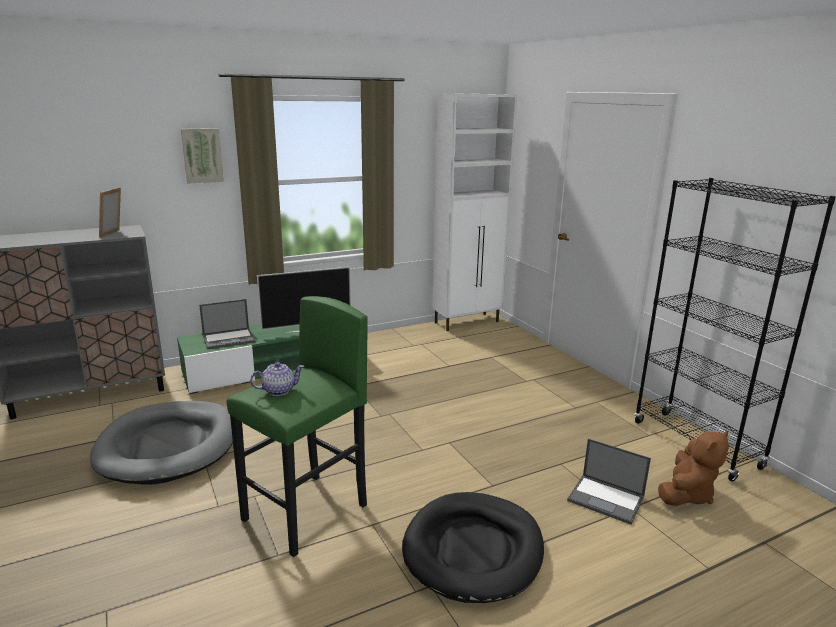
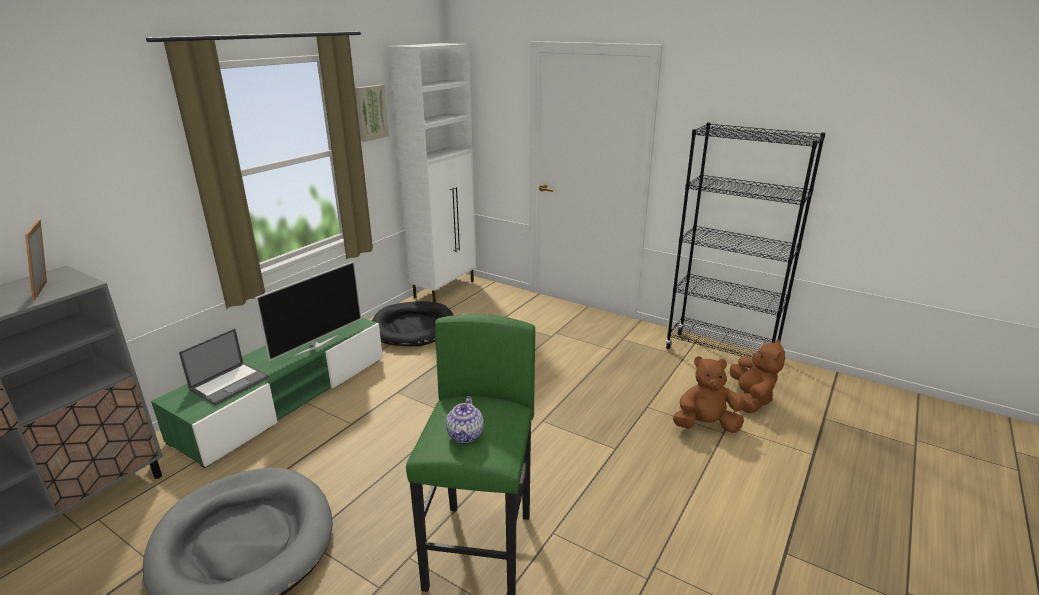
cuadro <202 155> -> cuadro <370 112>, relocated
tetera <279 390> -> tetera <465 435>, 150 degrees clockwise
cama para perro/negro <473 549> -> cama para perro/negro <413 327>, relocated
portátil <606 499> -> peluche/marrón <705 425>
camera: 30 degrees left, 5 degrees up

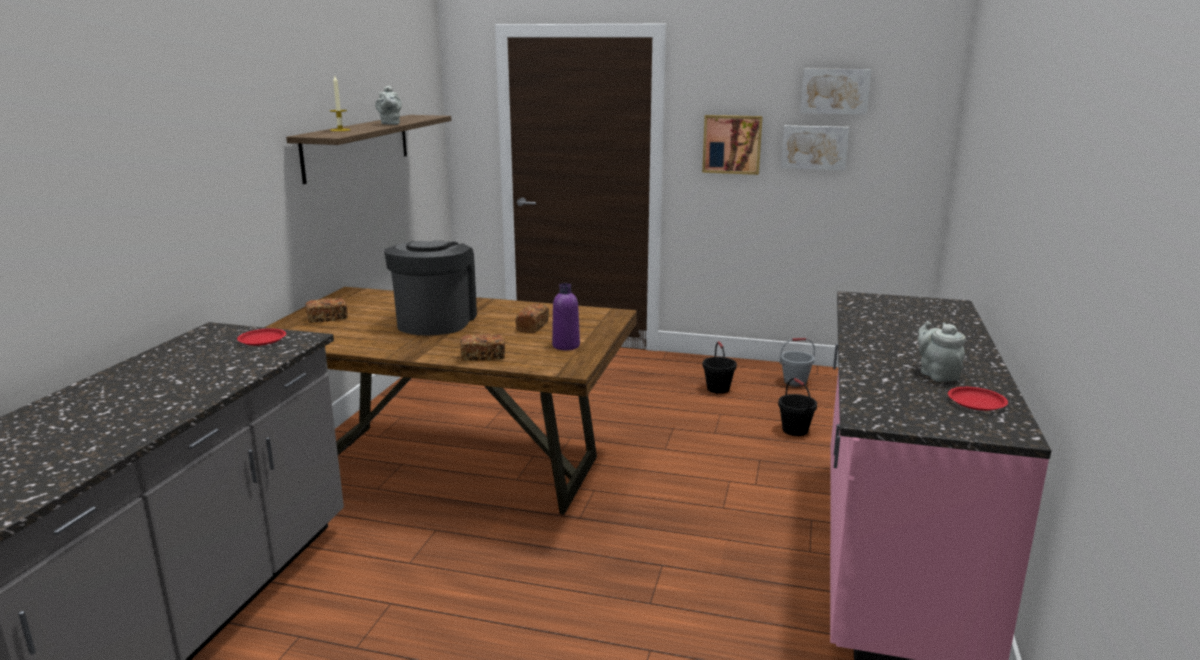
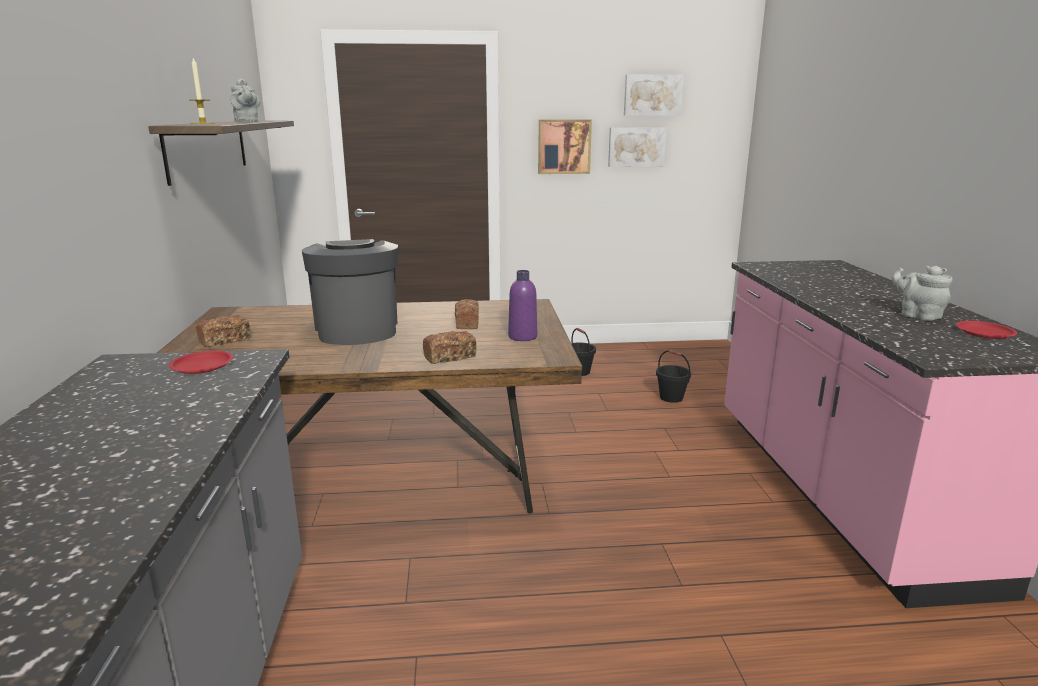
cubo/gris <795 382> -> none
camera: 20 degrees left, 0 degrees up

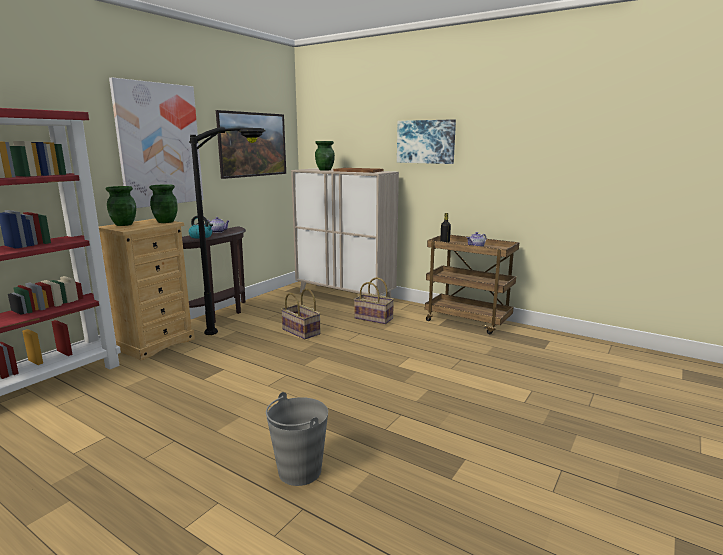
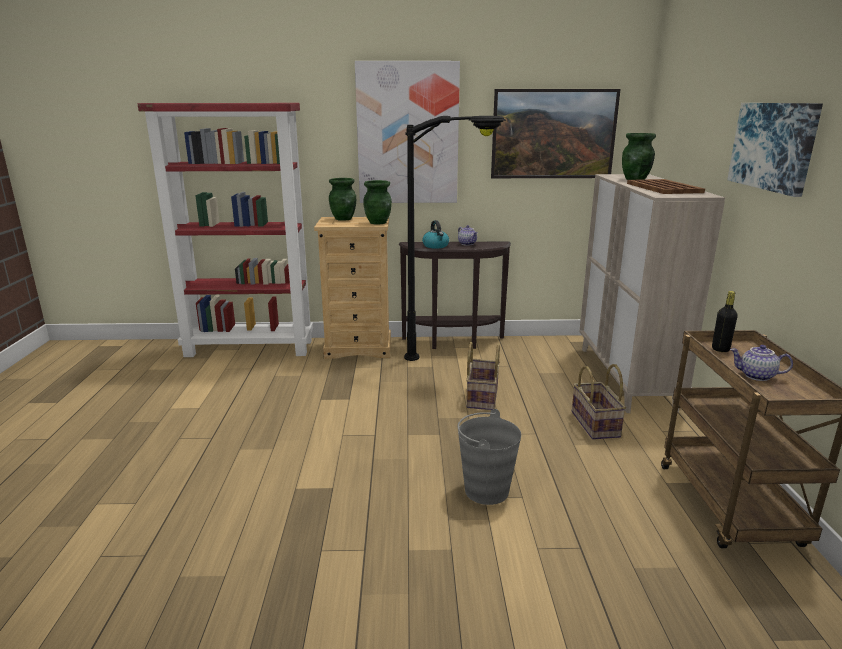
cubo/gris <299 471> -> cubo/gris <486 490>, relocated
camera: 55 degrees right, 5 degrees up

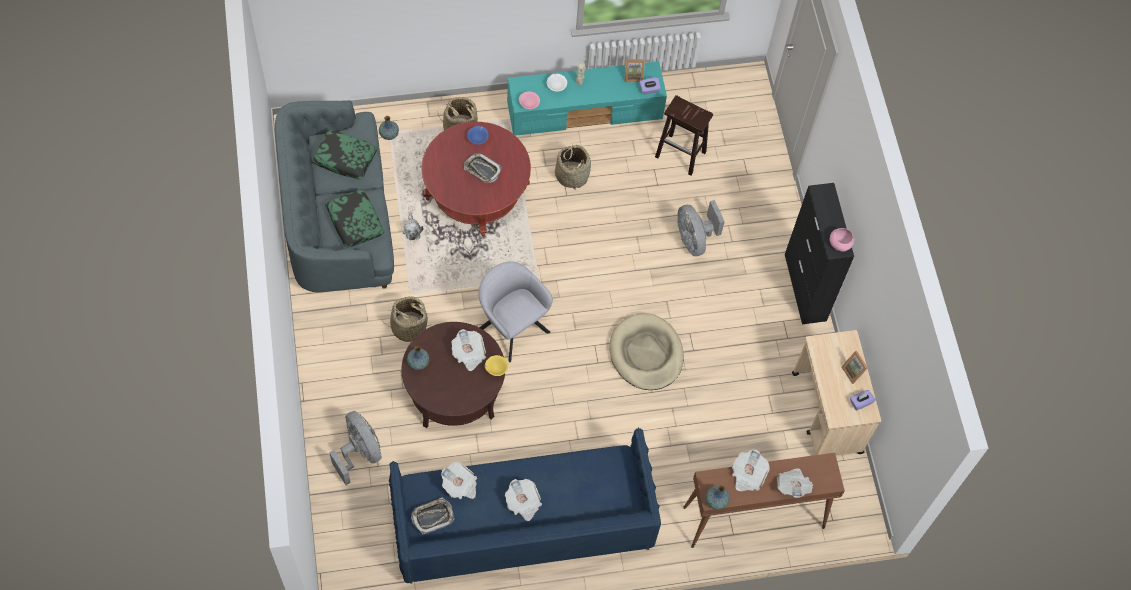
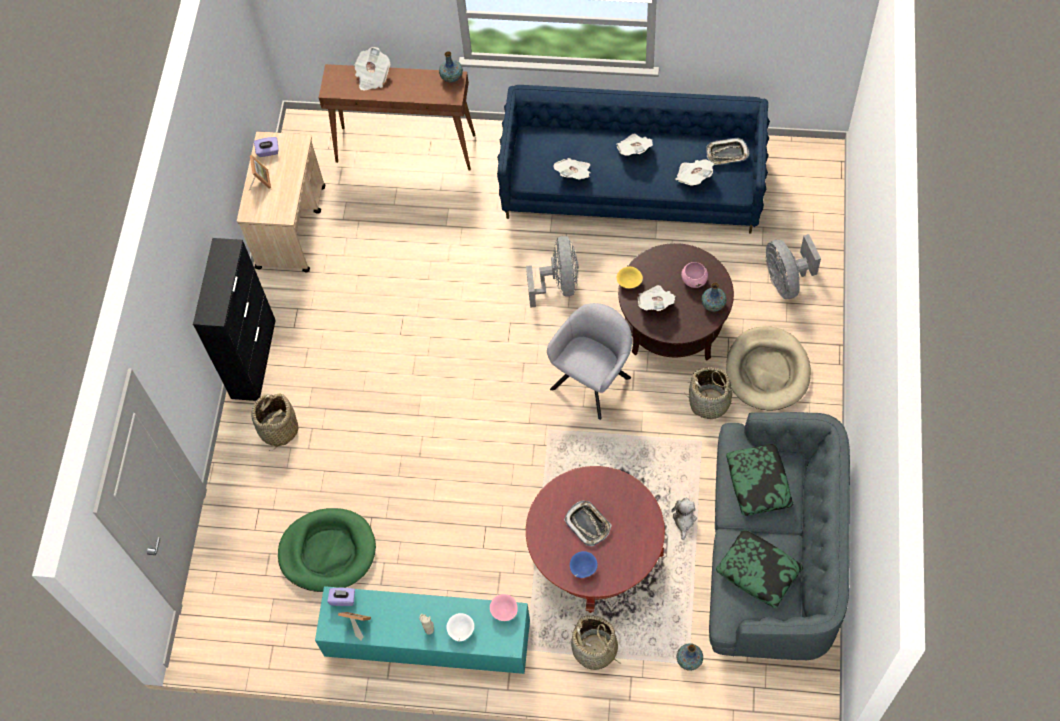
sillón/gris <512 327> -> sillón/gris <593 380>, 120 degrees counterclockwise
cesta <572 175> -> cesta <278 429>, relocated
cama para perro/beis <646 354> -> cama para perro/beis <767 370>, relocated
taburete/marrón <681 154> -> cama para perro/verde <328 551>
ventilador/gris <694 239> -> ventilador/gris <558 284>, relocated
periódico <747 475> -> periódico <574 174>, relocated
cuenco/rosa <839 244> -> cuenco/rosa <694 280>, relocated
camera: 155 degrees left, 0 degrees up

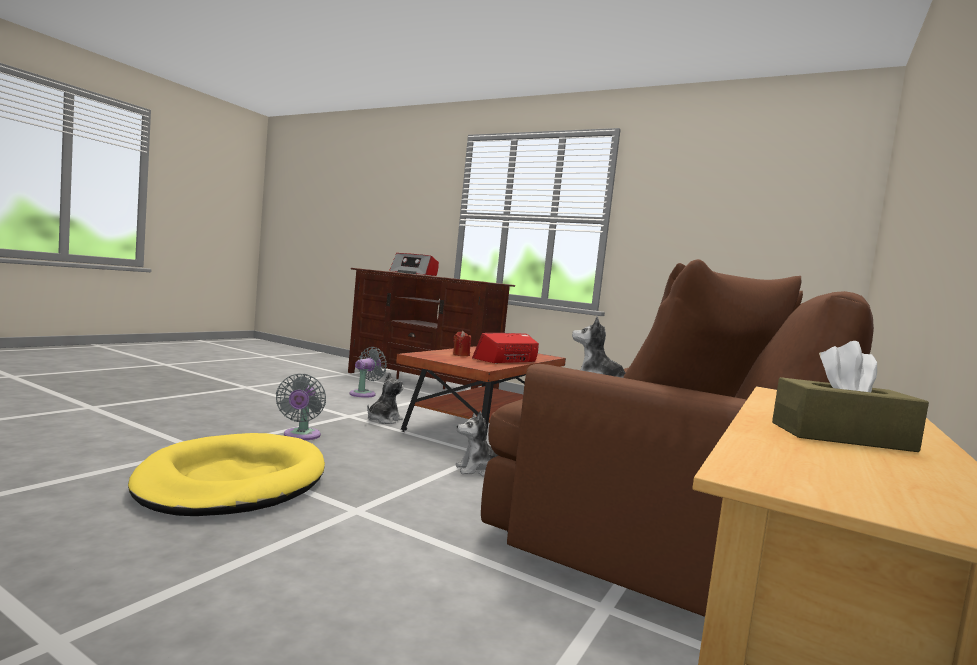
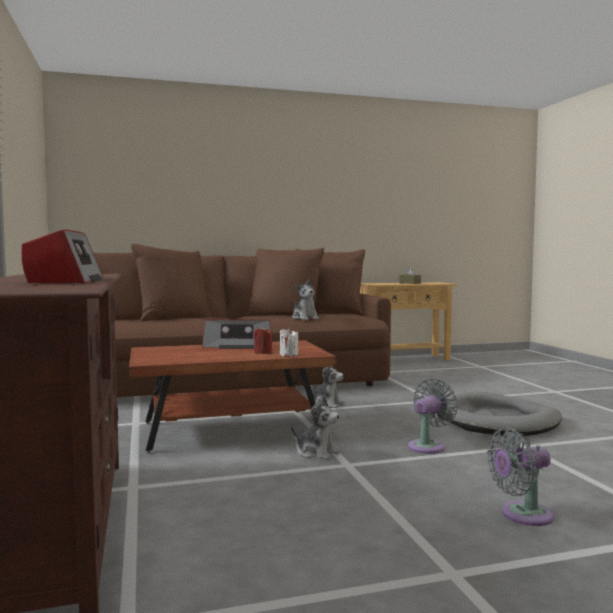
cama para perro/amarillo <233 482> -> cama para perro/gris <498 421>
ventilador/gris <364 394> -> ventilador/gris <522 515>, relocated
peluche <383 420> -> peluche <316 453>, 135 degrees counterclockwise
none -> vela/blanco <288 355>
camera: 135 degrees left, 0 degrees up

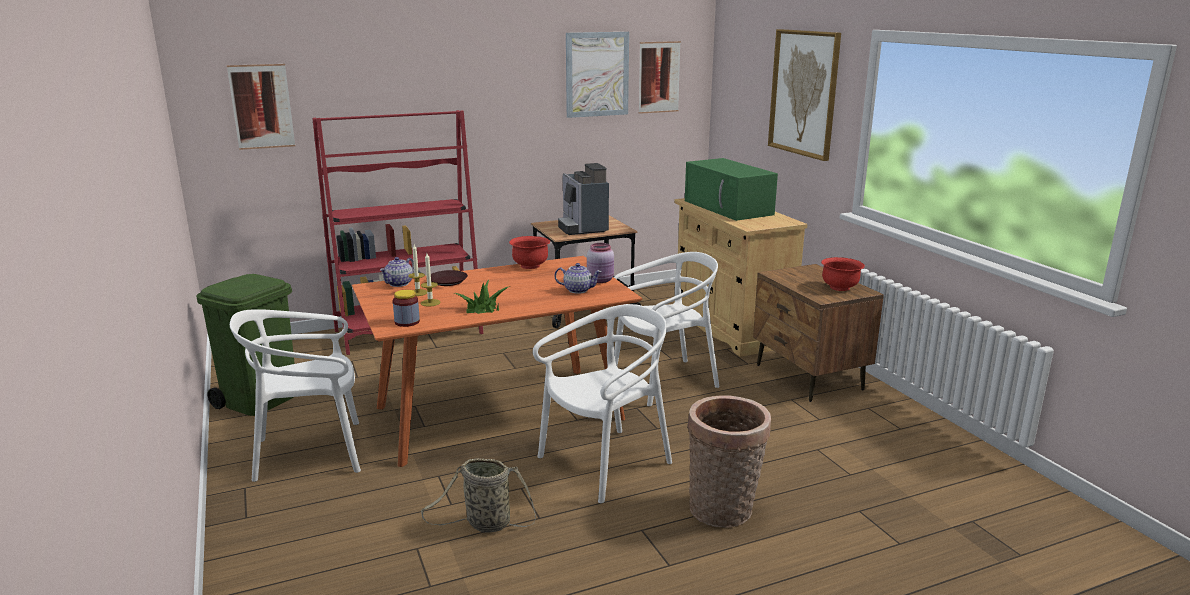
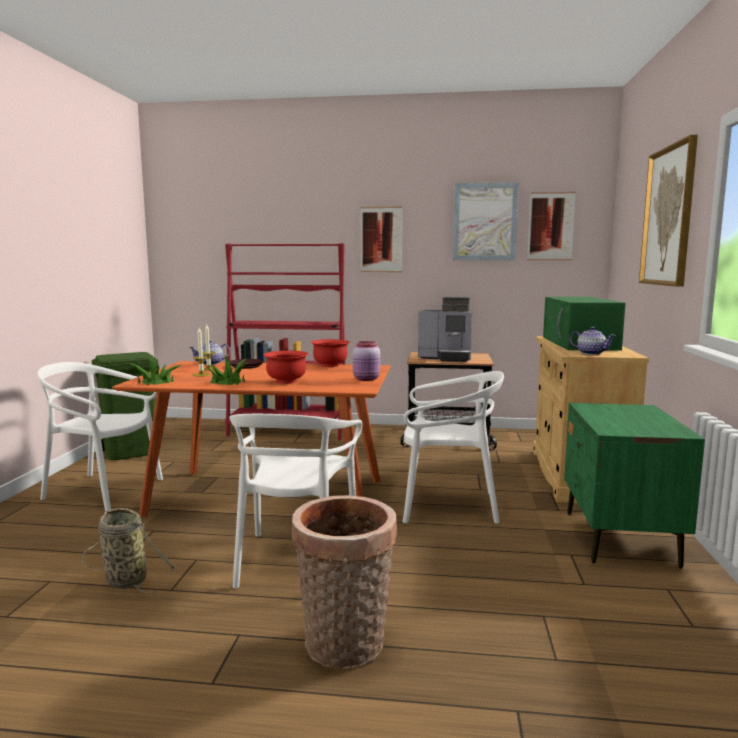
cuadro <262 106> -> cuadro <381 239>, relocated
tarro <407 322> -> planta en maceta <156 381>
silla/blanco <606 463> -> silla/blanco <295 561>, 105 degrees clockwise
tetera <577 290> -> tetera <590 353>, relocated
cafetera <582 228> -> cafetera <447 358>, 90 degrees counterclockwise
mesita de noche/marrón <808 377> -> mesita de noche/verde <618 538>
cuenco/rojo <840 288> -> cuenco/rojo <286 381>, relocated
camera: 30 degrees right, 10 degrees down

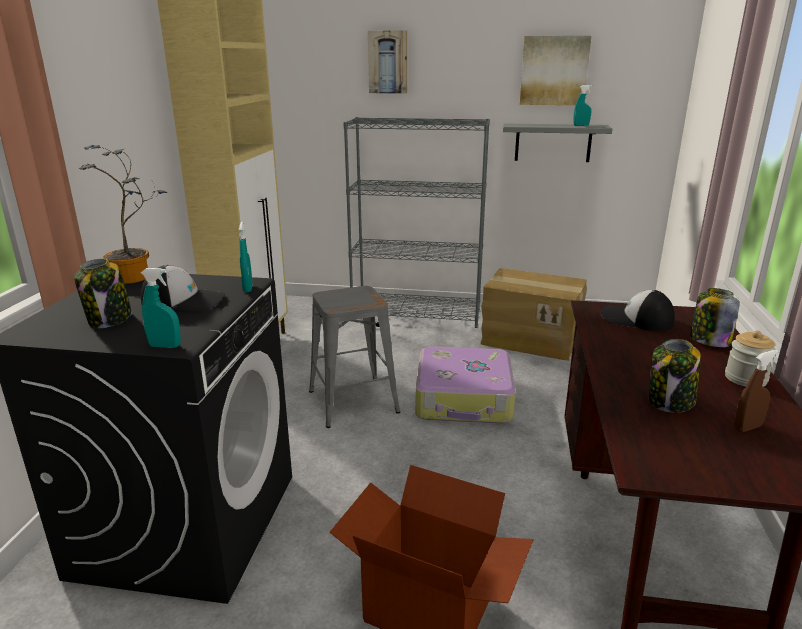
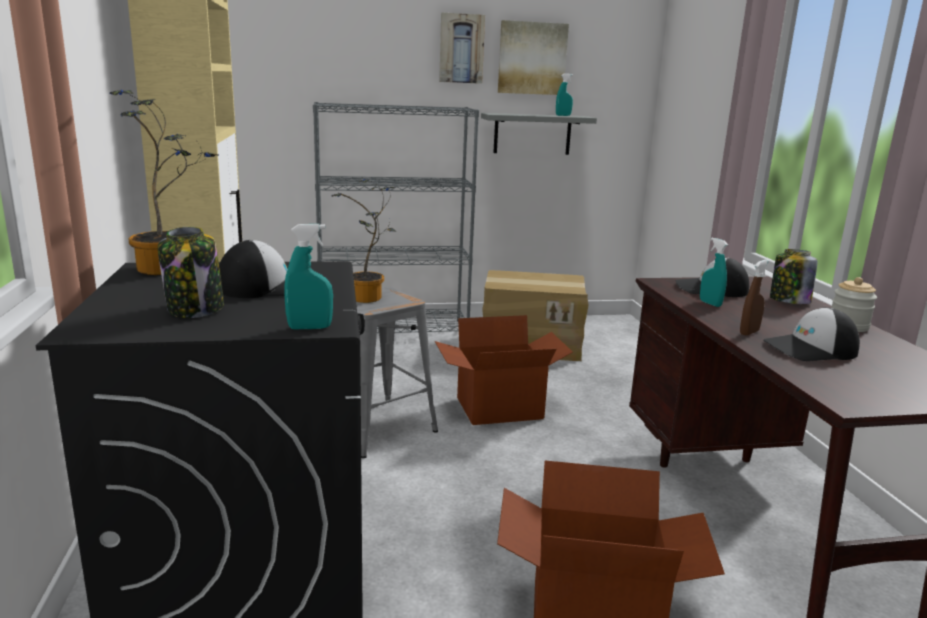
pulverizador/turquesa <248 288> -> pulverizador/turquesa <710 303>, relocated
cuadro <388 62> -> cuadro <461 48>, relocated
maleta <464 399> -> caja de cartón <499 409>
tarro <670 402> -> gorra <810 349>
pulverizador/marrón <747 427> -> pulverizador/marrón <749 332>, relocated
none -> planta en maceta <368 299>
camera: 20 degrees left, 5 degrees down

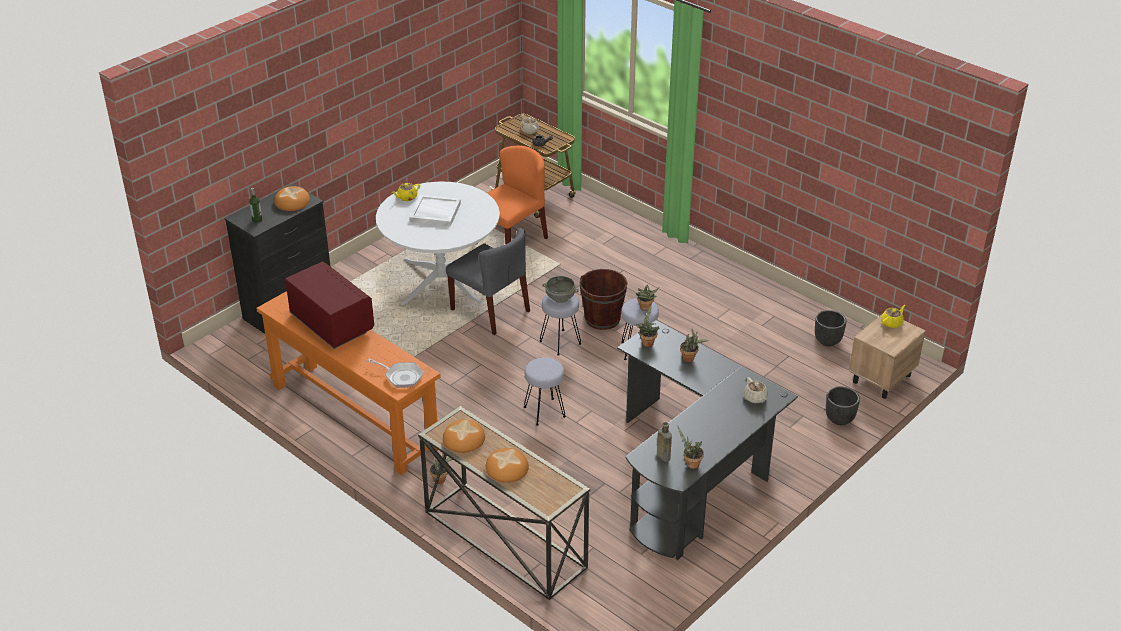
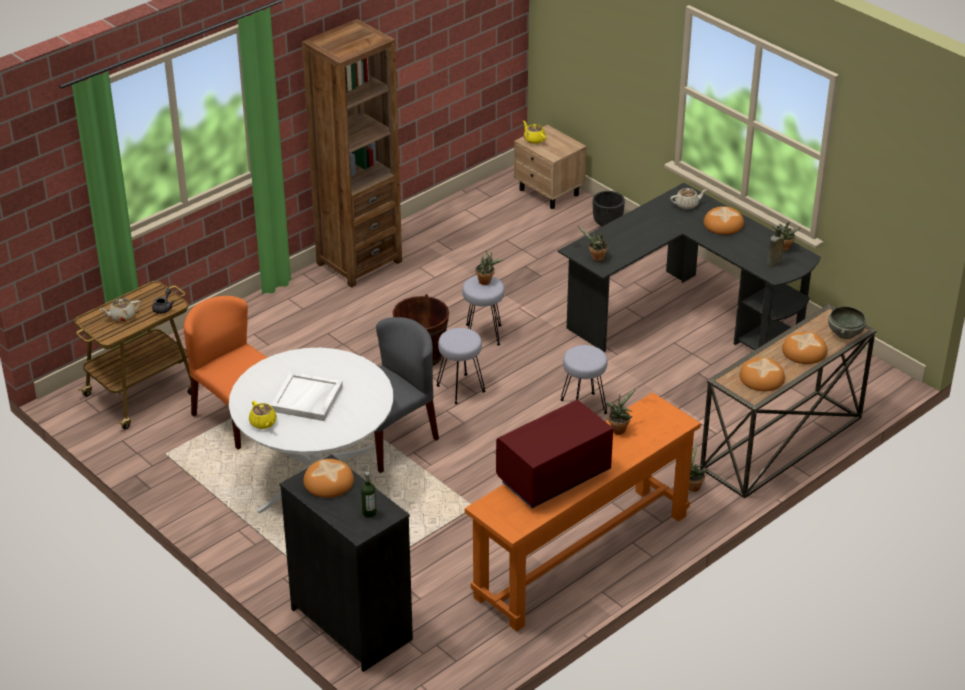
sartén <401 377> -> none
cuenco/gris <560 297> -> cuenco/gris <844 333>, relocated
planta en maceta <690 358> -> planta en maceta <619 429>, relocated
maceta/negro <828 341> -> none
none -> estantería/marrón <359 262>
none -> pan <723 224>
camera: 85 degrees left, 0 degrees up

